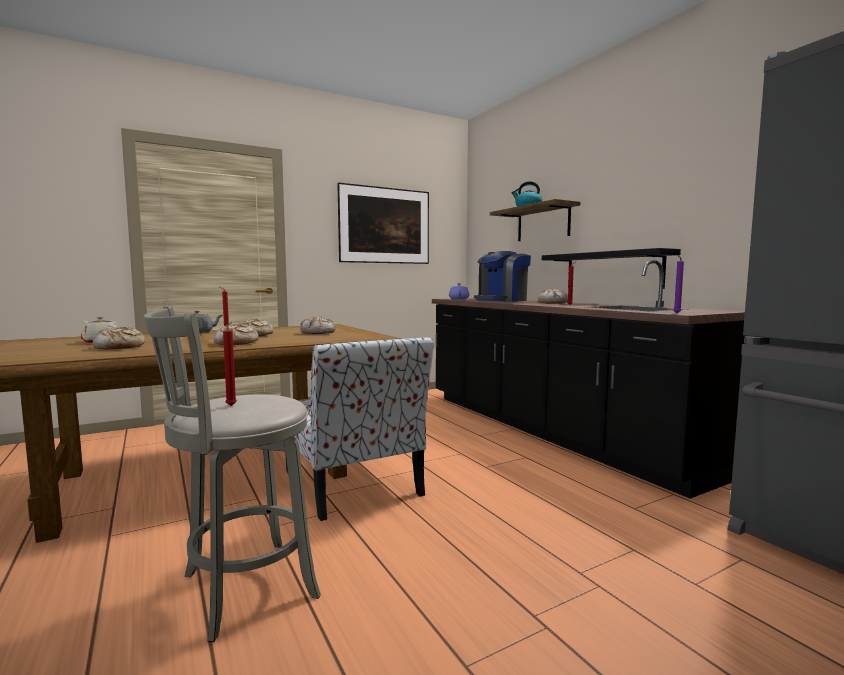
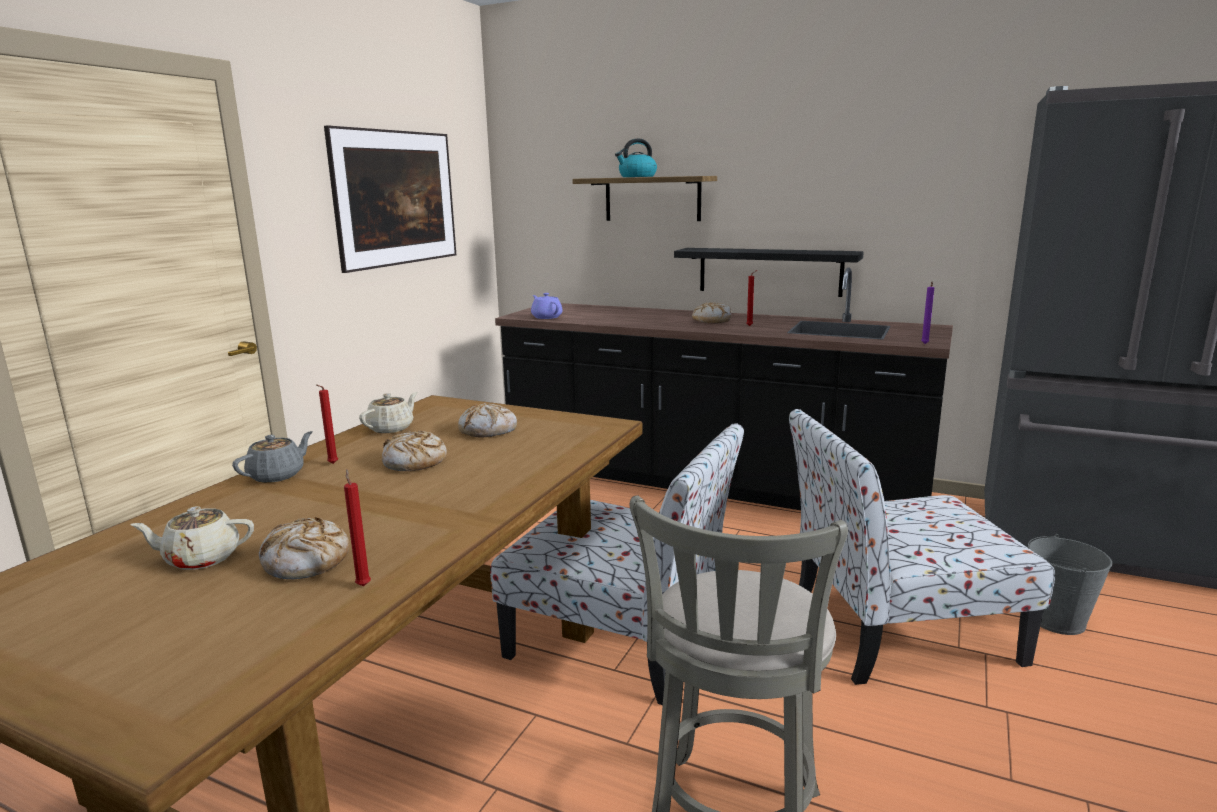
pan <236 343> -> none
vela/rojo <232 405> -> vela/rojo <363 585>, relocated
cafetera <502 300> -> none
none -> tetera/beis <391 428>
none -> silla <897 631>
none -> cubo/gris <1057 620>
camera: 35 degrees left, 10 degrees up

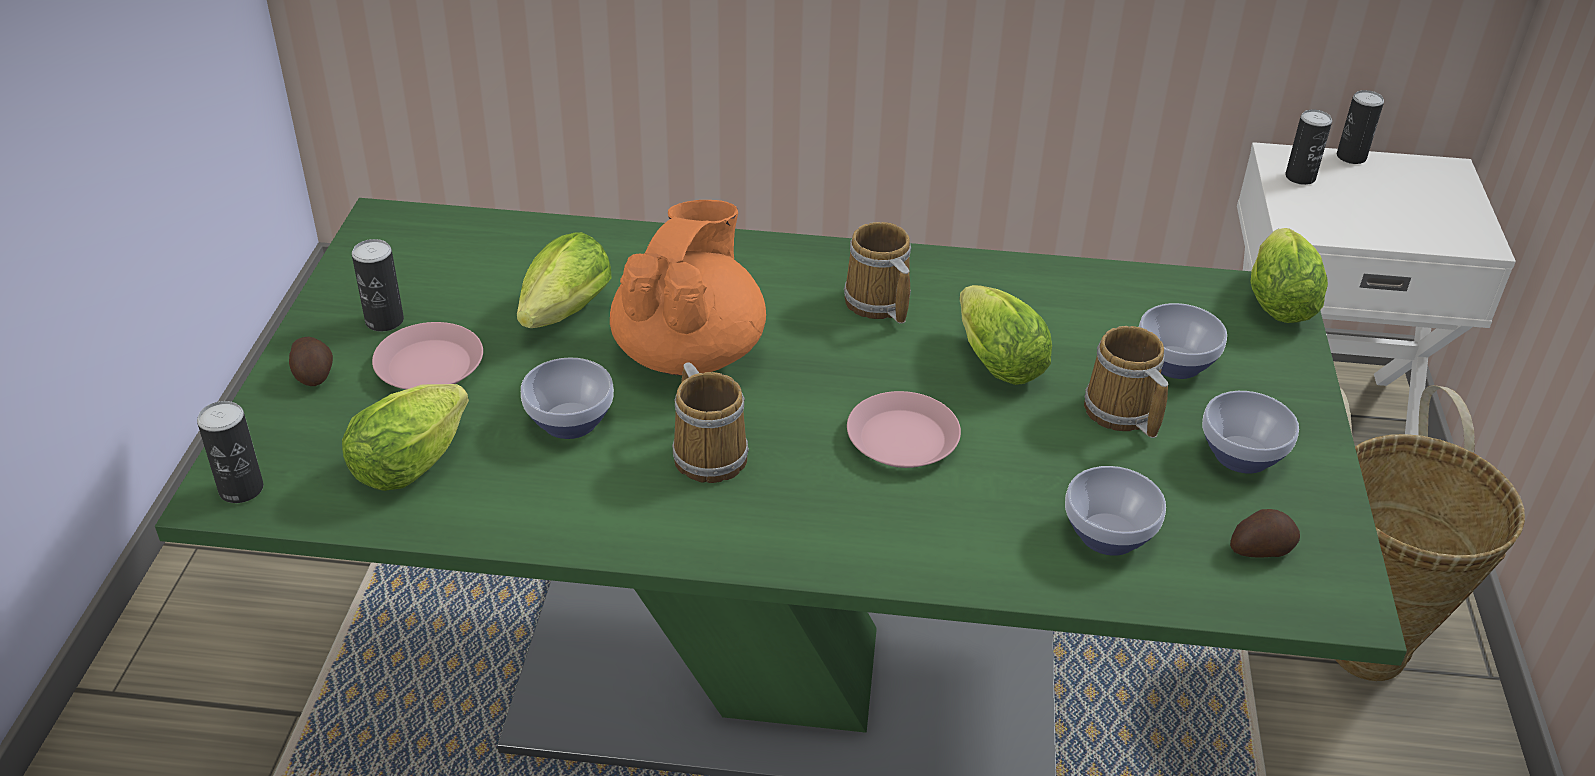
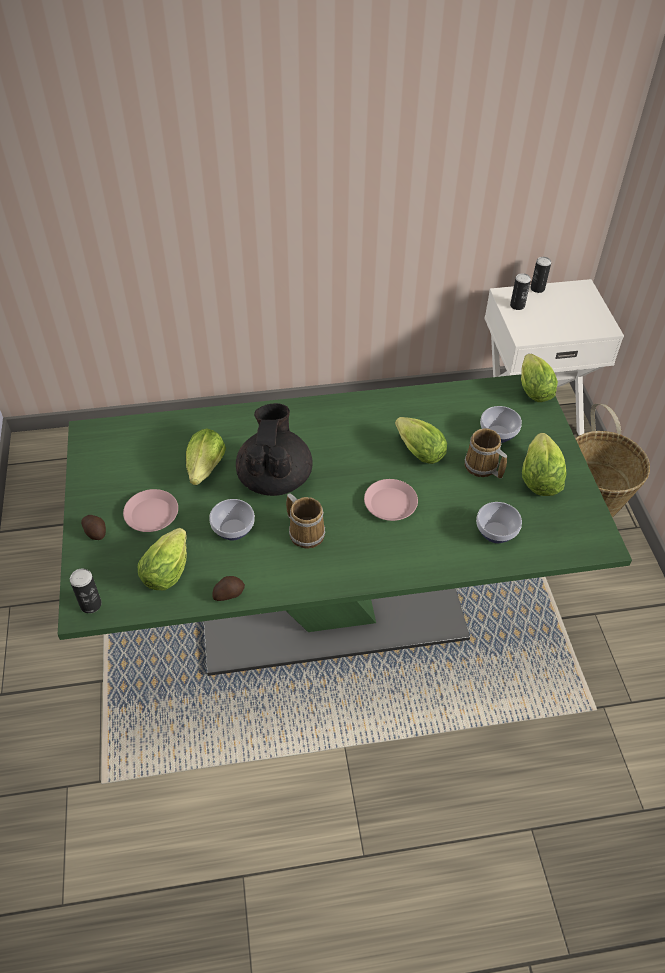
lata <384 321> -> none
tetera/naranja <690 352> -> tetera/negro <275 478>
taza grande <877 304> -> none
cuenco <1239 456> -> lechuga <539 478>
patata <1260 548> -> patata <228 593>, relocated
camera: 15 degrees left, 10 degrees up

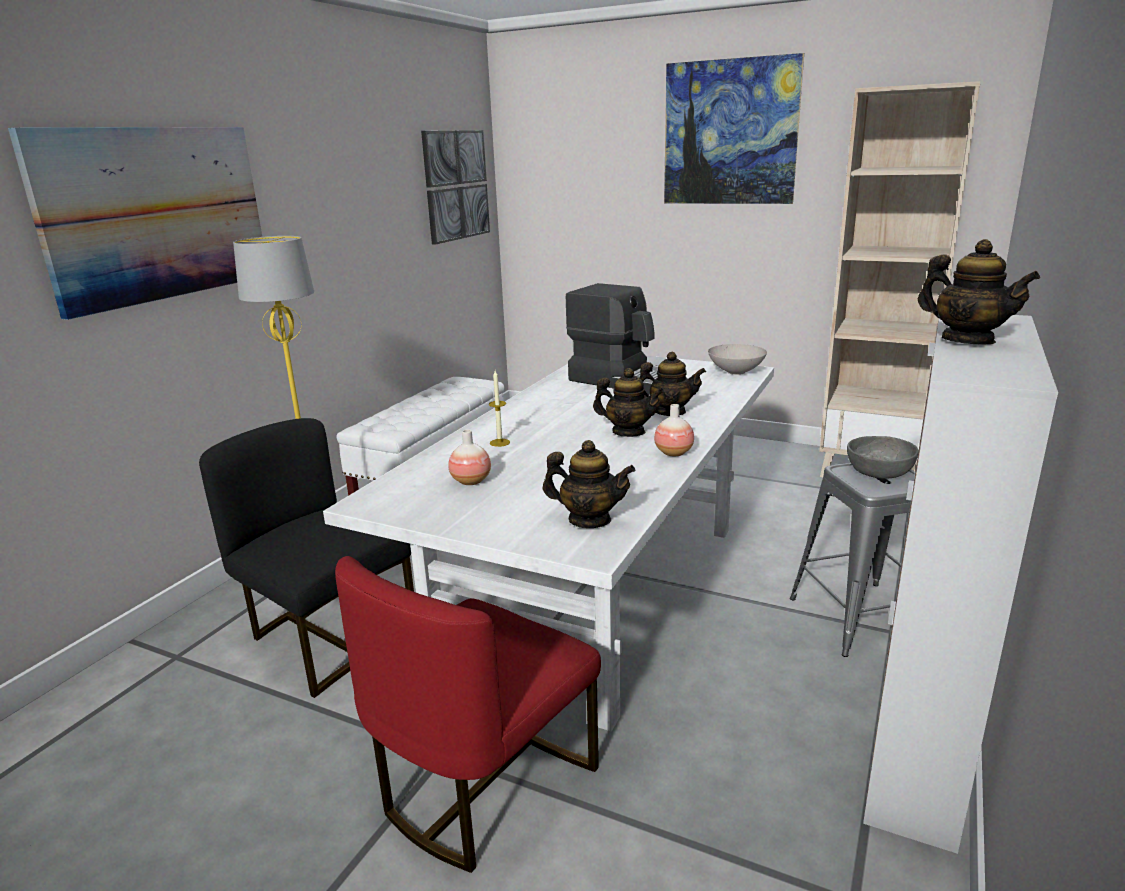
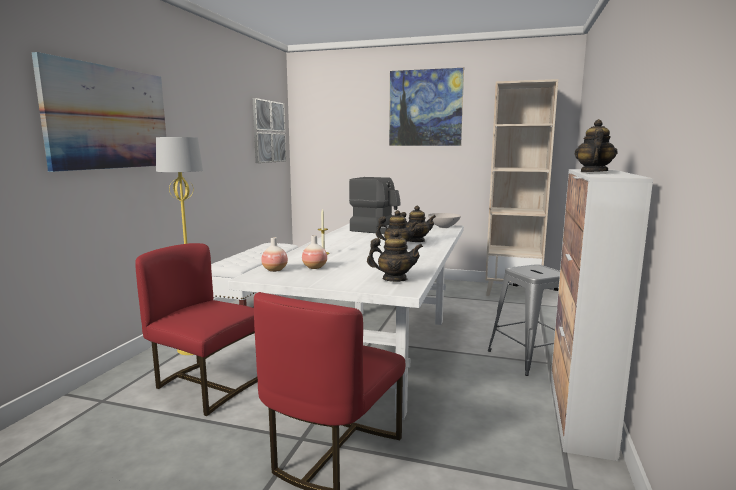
silla/negro <328 638> -> silla/rojo <207 385>
florero <673 453> -> florero <275 270>, relocated
cuenco/gris <879 471> -> none
tetera <967 340> -> tetera <593 172>, 105 degrees counterclockwise
camera: 10 degrees left, 10 degrees down

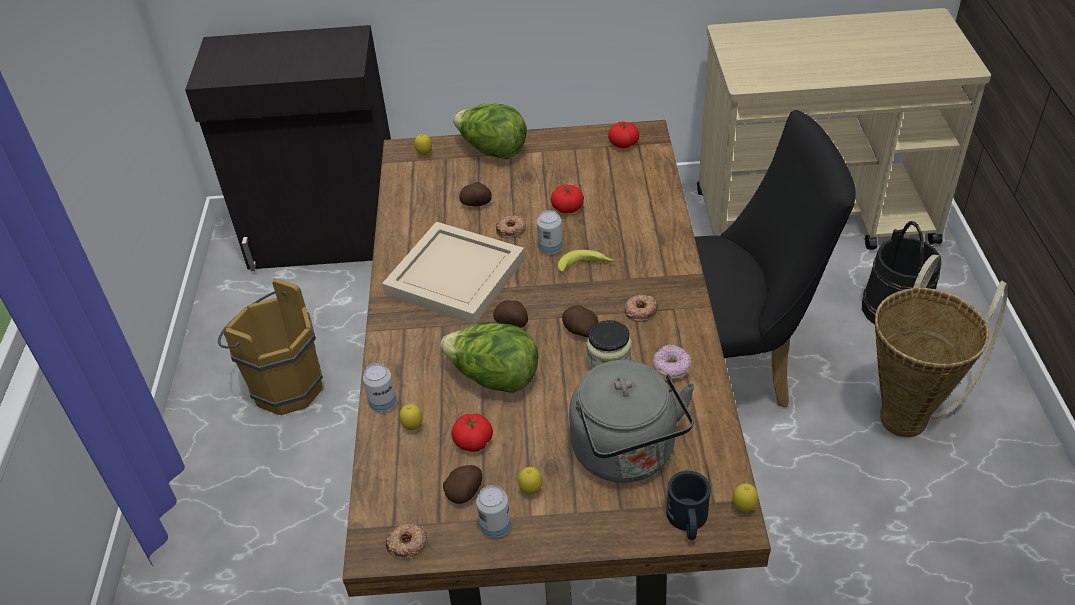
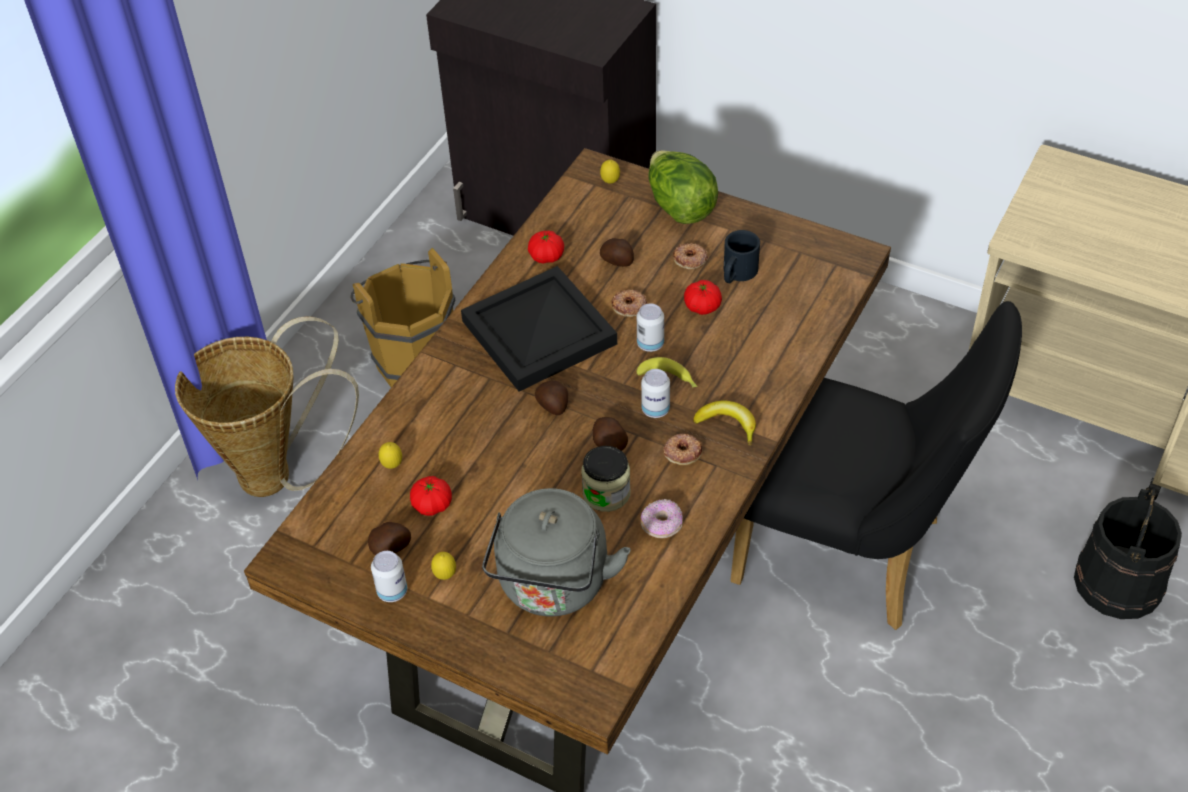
lata <383 403> -> lata <655 409>, relocated
bandeja/beis <453 277> -> bandeja/negro <536 332>
rosquilla <407 544> -> rosquilla <690 259>, relocated
lechuga <494 378> -> none
tomate <623 144> -> tomate <546 256>, relocated
taza grande/negro <688 522> -> taza grande/negro <737 274>, relocated
limón <743 508> -> none
cesta <909 413> -> cesta <278 475>, relocated
none -> plátano <727 424>
camera: 30 degrees right, 5 degrees up

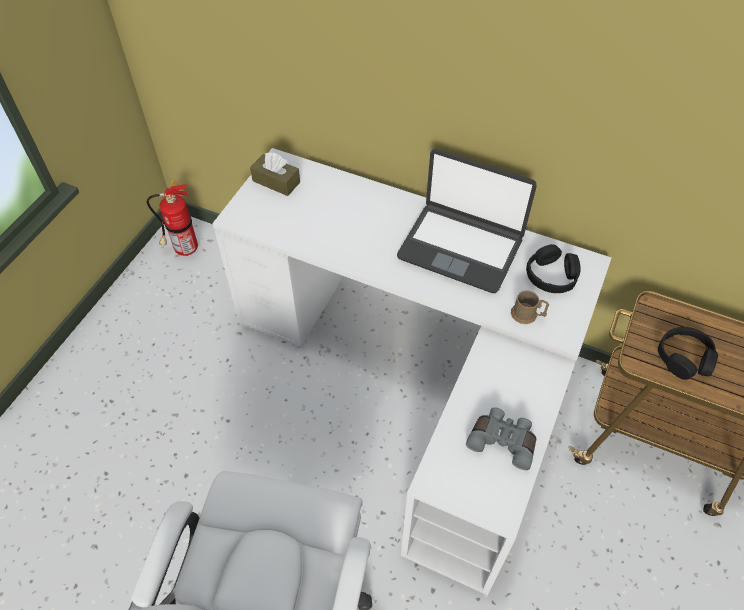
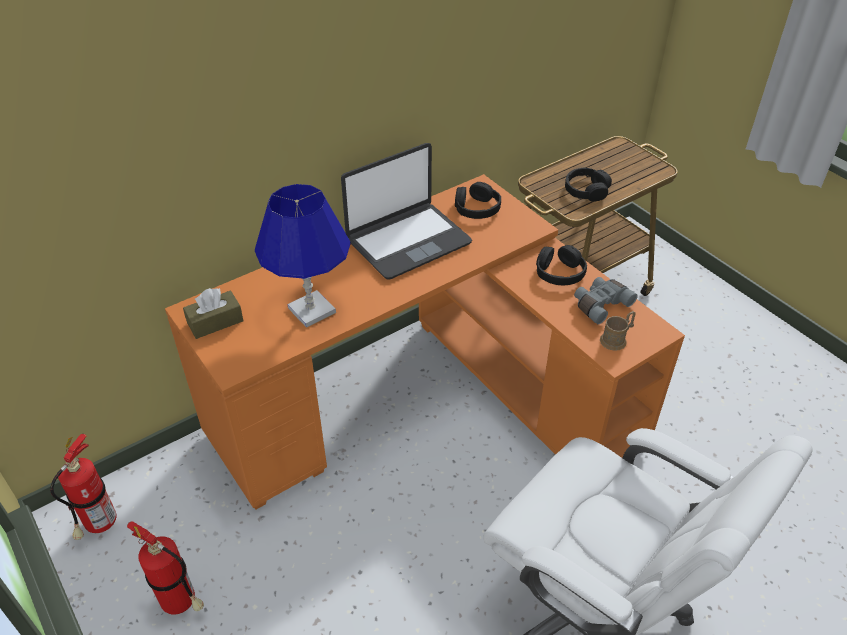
escritorio/blanco <419 381> -> escritorio/naranja <427 399>
taza grande/marrón <527 315> -> taza grande/marrón <616 339>, relocated
none -> extintor <182 603>
none -> lámpara de mesa/azul <311 310>
none -> auriculares/negro <559 272>
camera: 60 degrees left, 10 degrees down

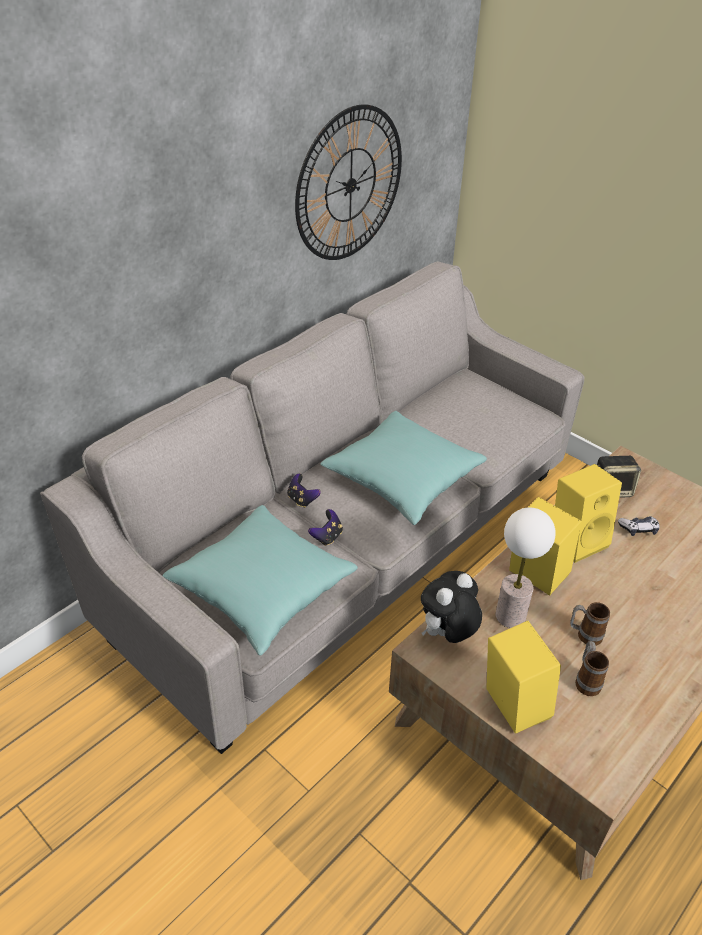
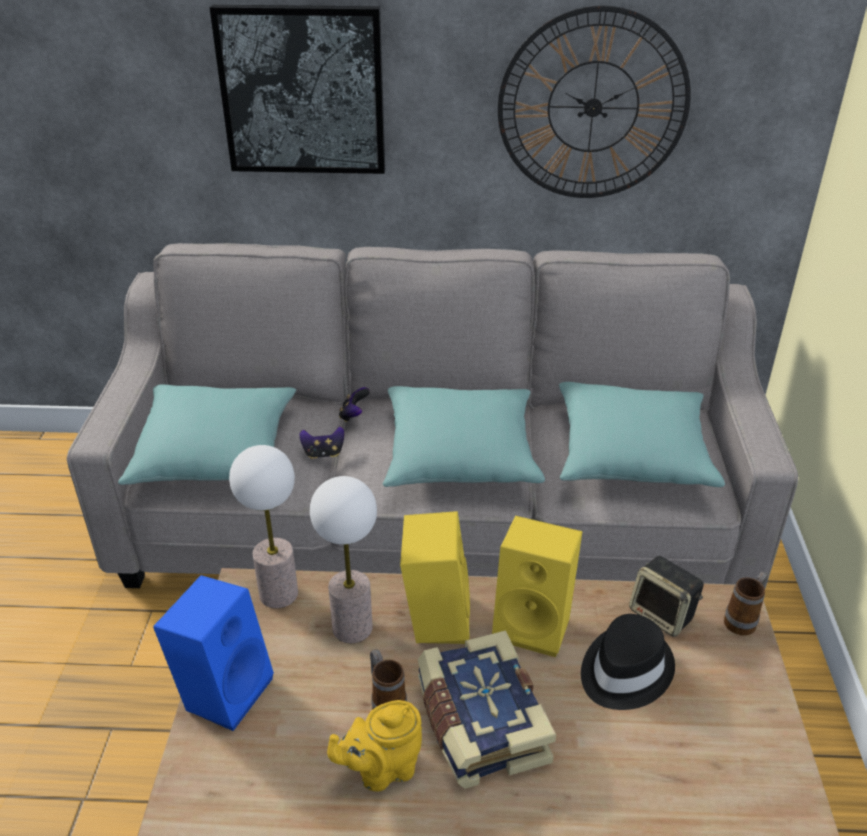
peluche <447 634> -> lámpara de mesa <278 594>
altavoz/amarillo <511 705> -> altavoz/azul <224 690>
taza grande <586 680> -> taza grande <743 620>, relocated
mando de consola <638 529> -> sombrero/negro <624 671>
none -> cuadro <303 91>
none -> tetera/amarillo <382 769>
none -> libro <479 723>
none -> cojín/turquesa <632 454>
camera: 50 degrees right, 5 degrees down

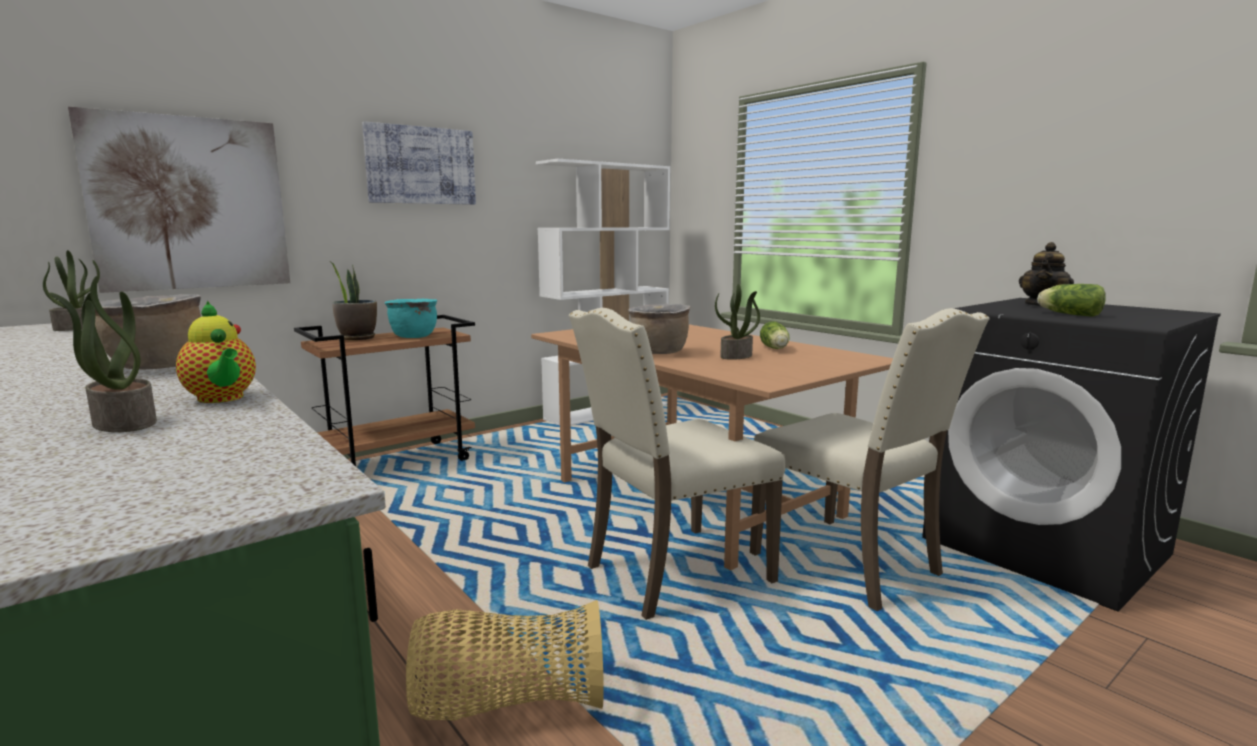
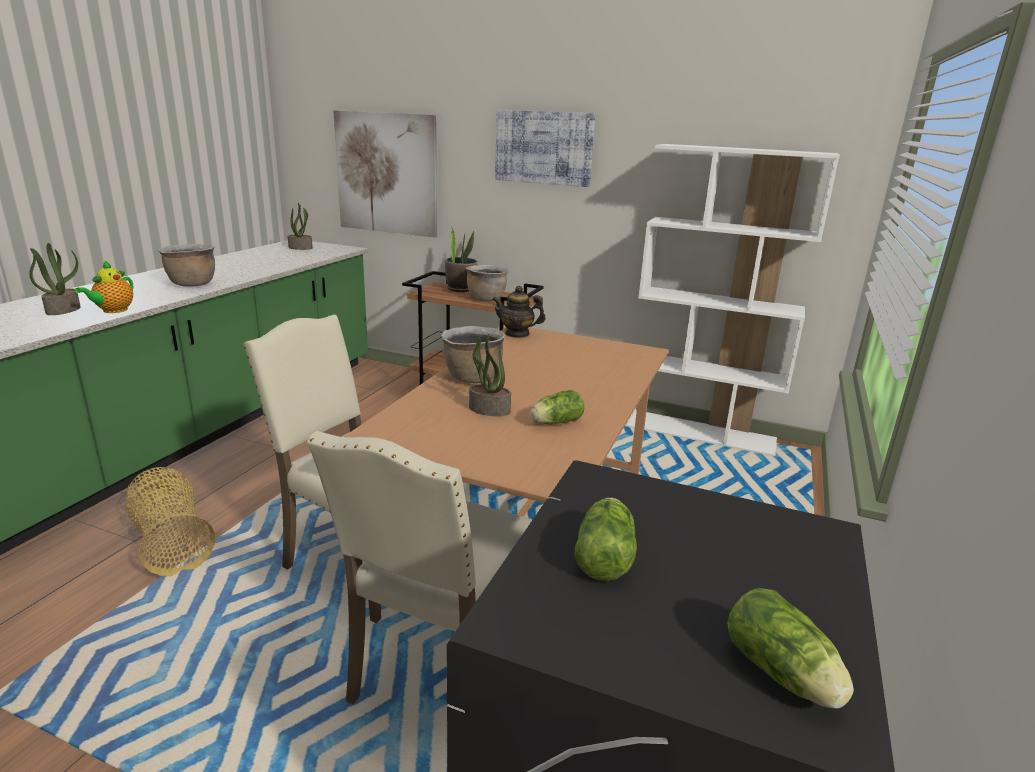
olla/turquesa <413 336> -> olla/marrón <486 299>
tetera <1043 305> -> tetera <517 334>, relocated
none -> lechuga <783 675>
camera: 60 degrees right, 10 degrees up

